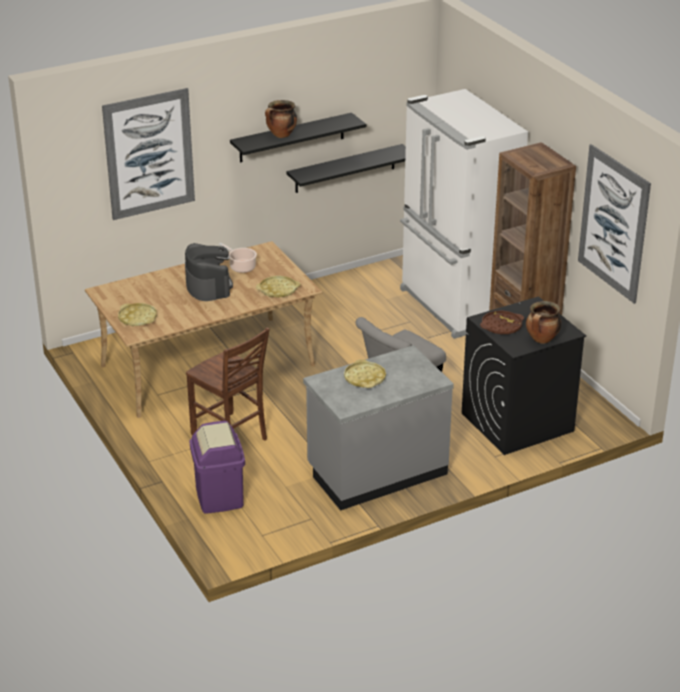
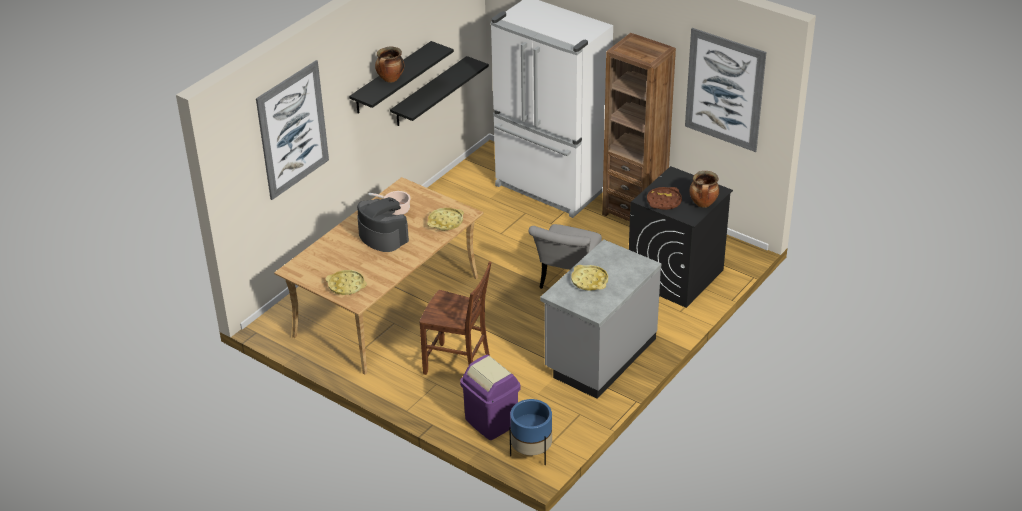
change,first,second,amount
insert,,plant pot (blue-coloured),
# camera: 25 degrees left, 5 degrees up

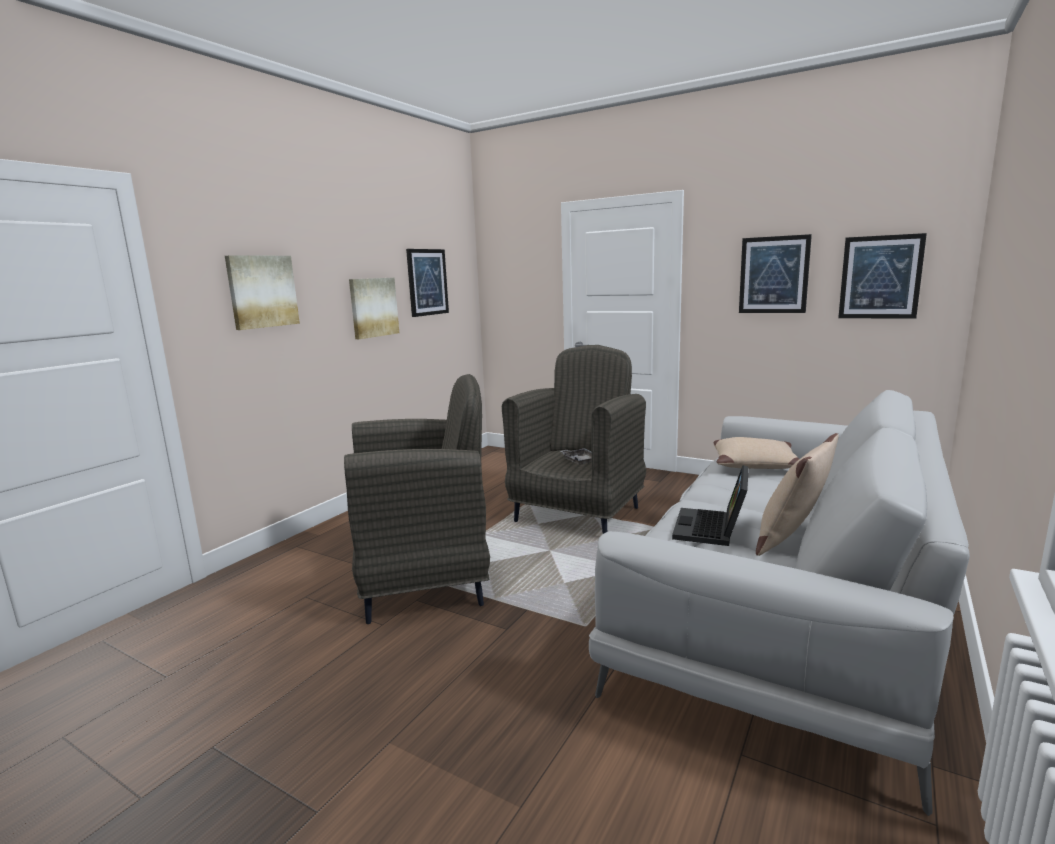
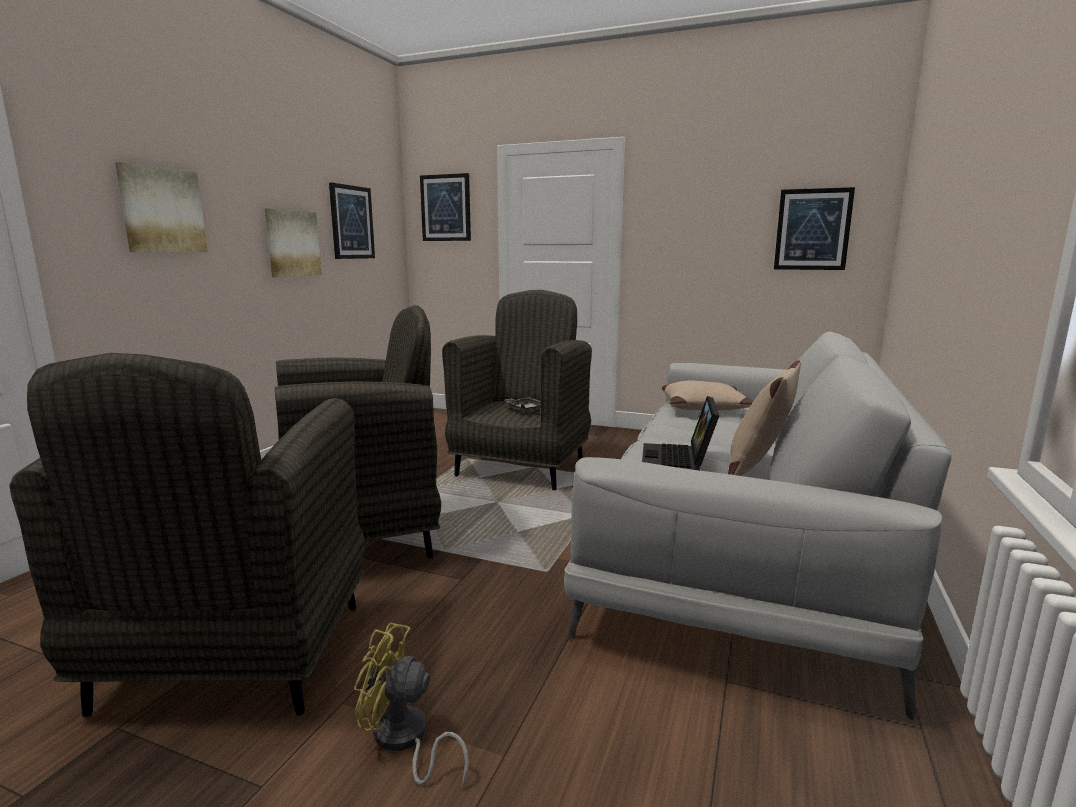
change,first,second,amount
move,picture (4th from left),,
insert,,armchair (gray) (1st from left),
insert,,fan (yellow),
# camera: 10 degrees left, 0 degrees up

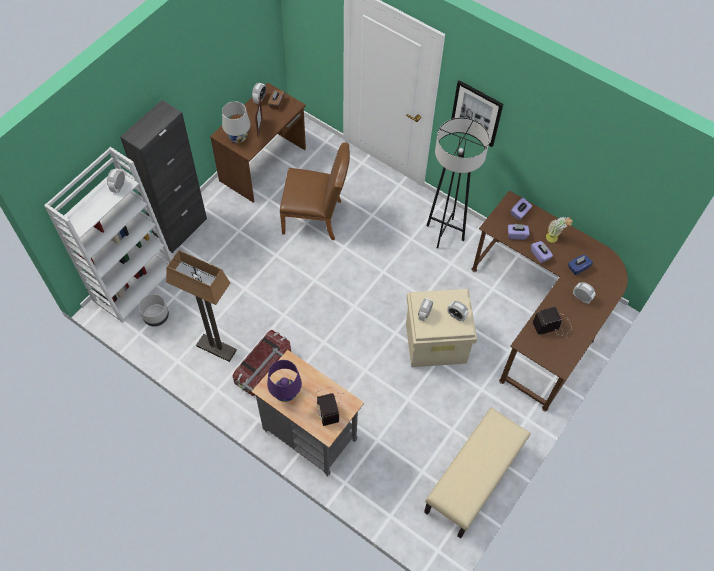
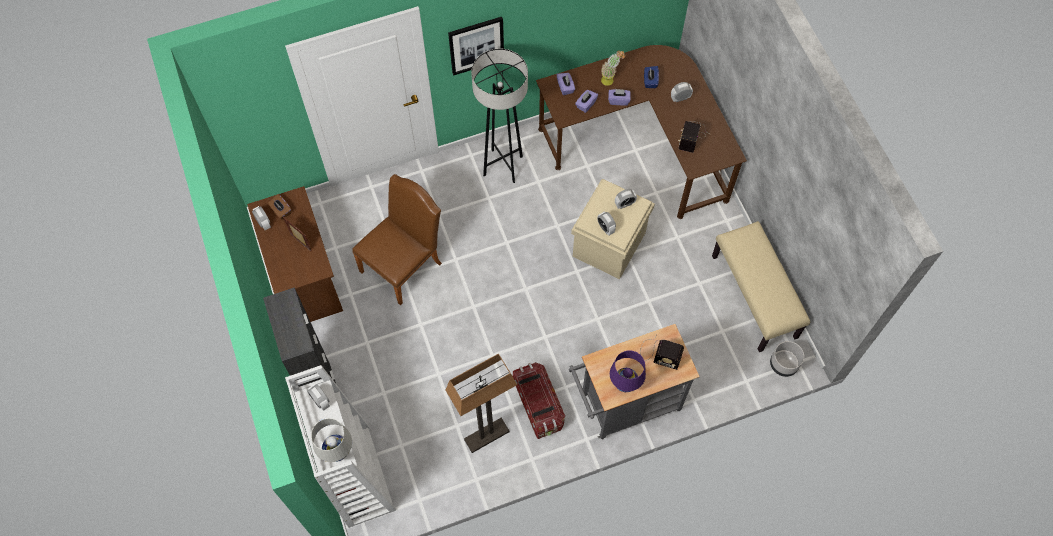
change,first,second,amount
move,plant pot (gray),,
move,tabletop lamp (whitish),,
# camera: 55 degrees left, 5 degrees up

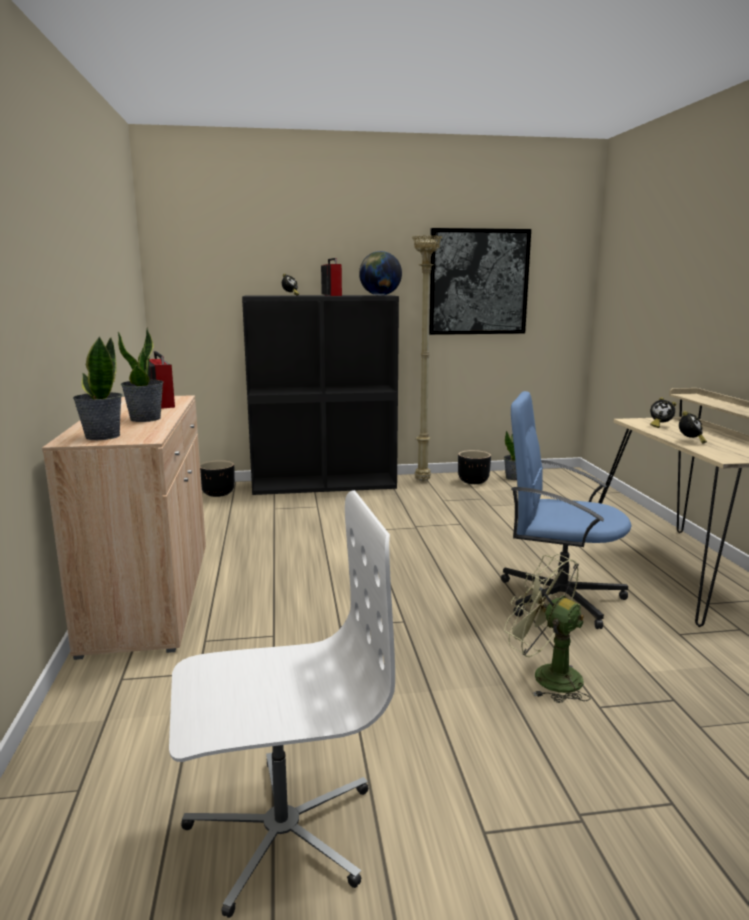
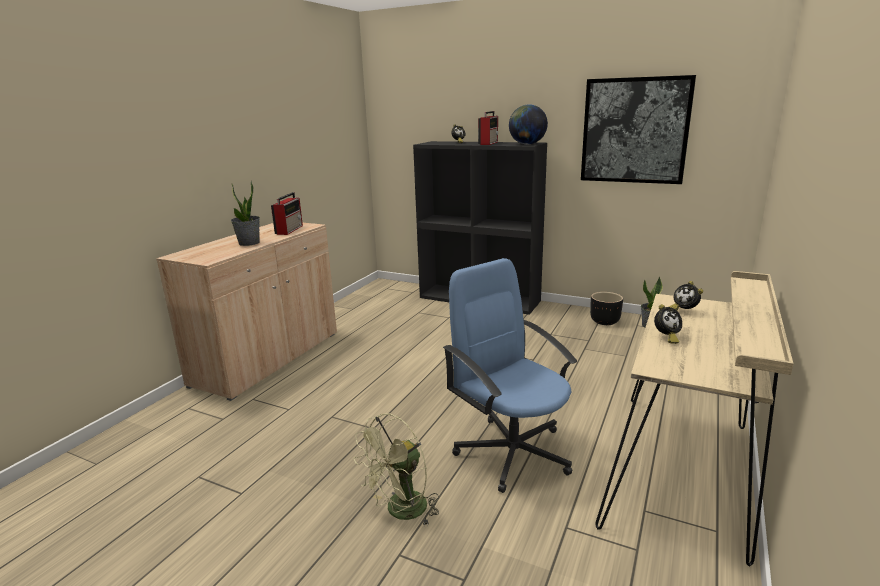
change,first,second,amount
delete,plant in a pot (1st from left),,
delete,computer chair (whitish),,
delete,plant pot (blackish) (1st from left),,
delete,standing lamp (beige-coloured),,
rotate,fan (green-coloured),,120 degrees counterclockwise
# camera: 35 degrees right, 5 degrees up

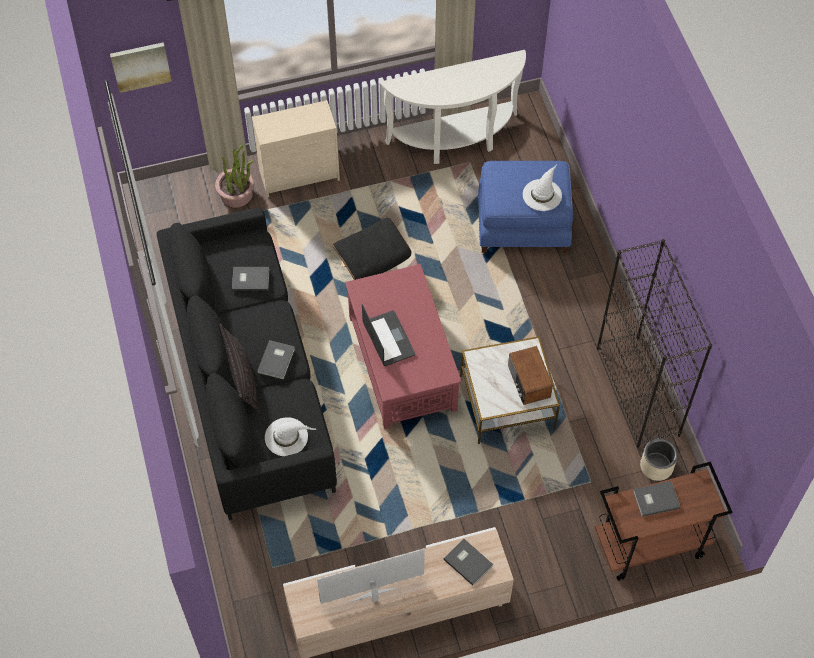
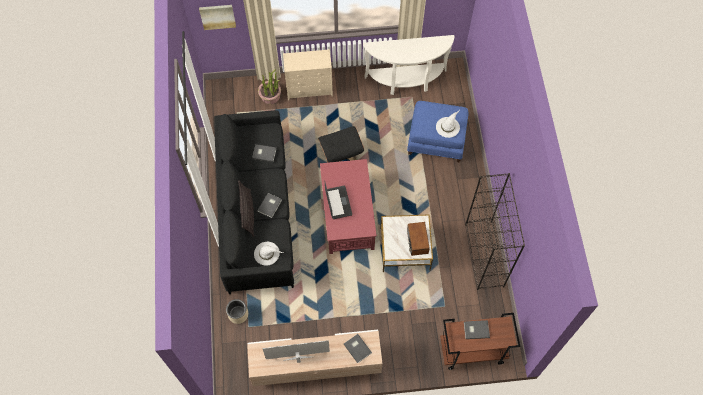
change,first,second,amount
move,plant pot (beige-coloured),,
# camera: 10 degrees right, 5 degrees up

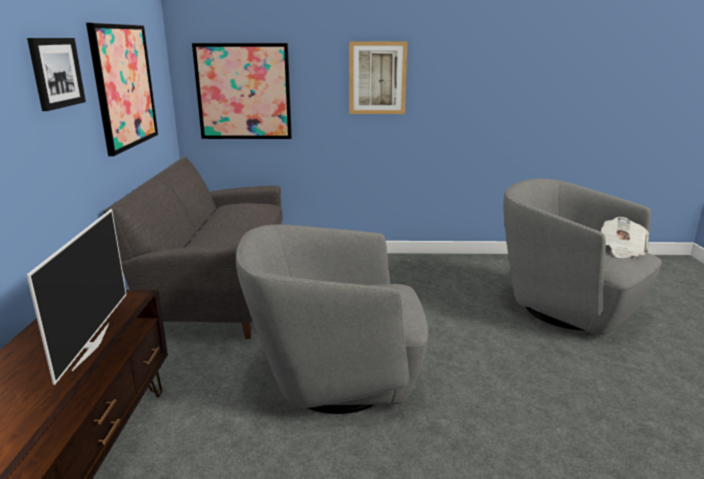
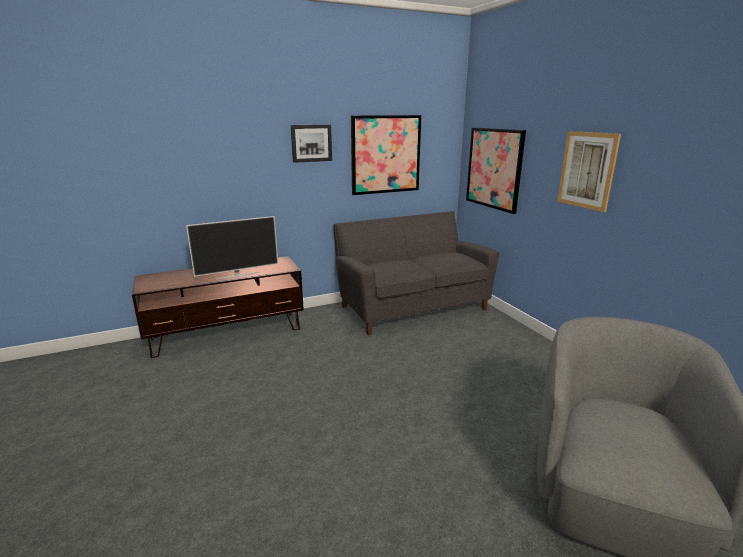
change,first,second,amount
delete,armchair (gray) (1st from left),,
delete,newspaper,,
# camera: 65 degrees right, 0 degrees up

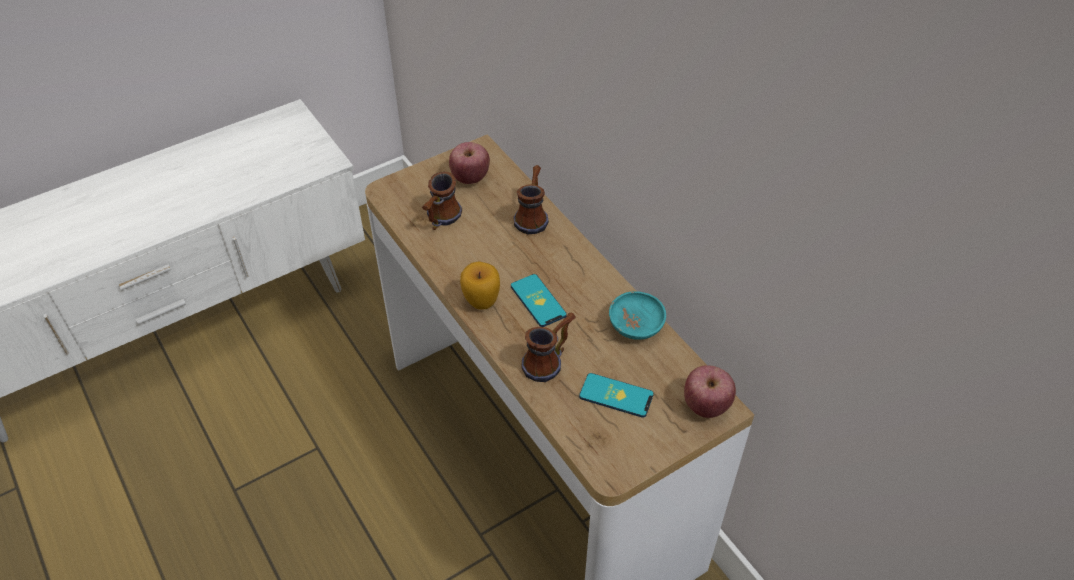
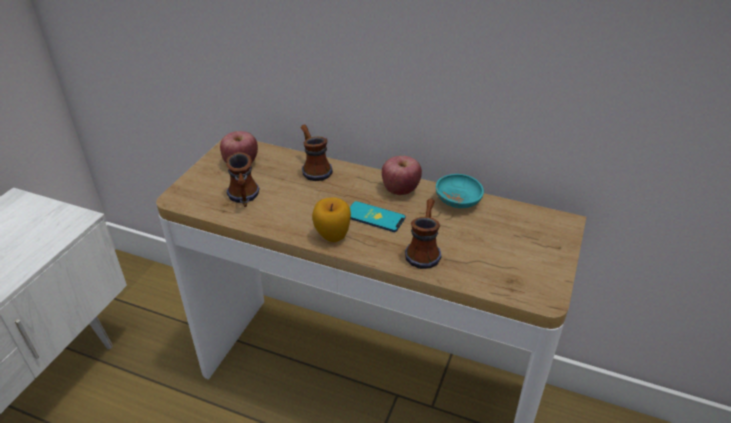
change,first,second,amount
delete,telephone (2nd from left),,
move,whole apple (3rd from left),,
# camera: 35 degrees left, 10 degrees down

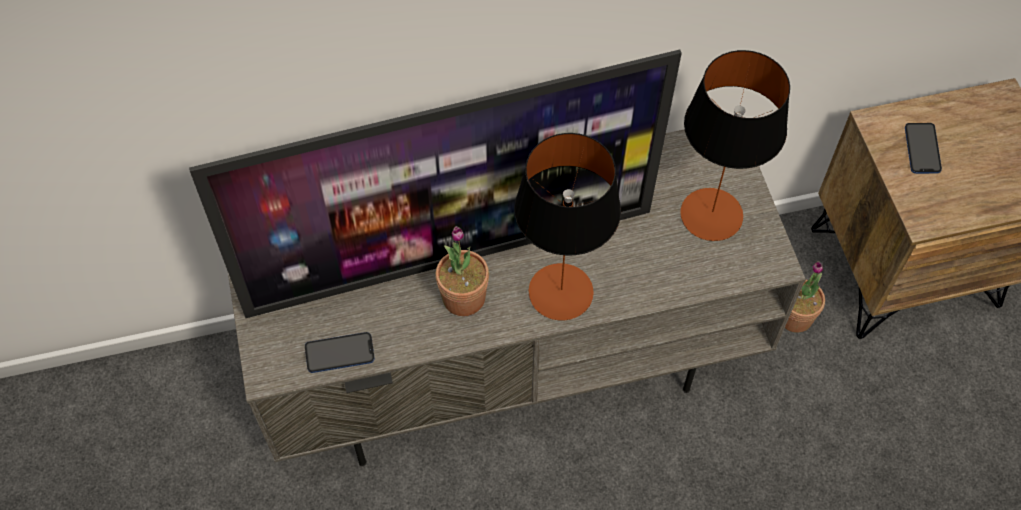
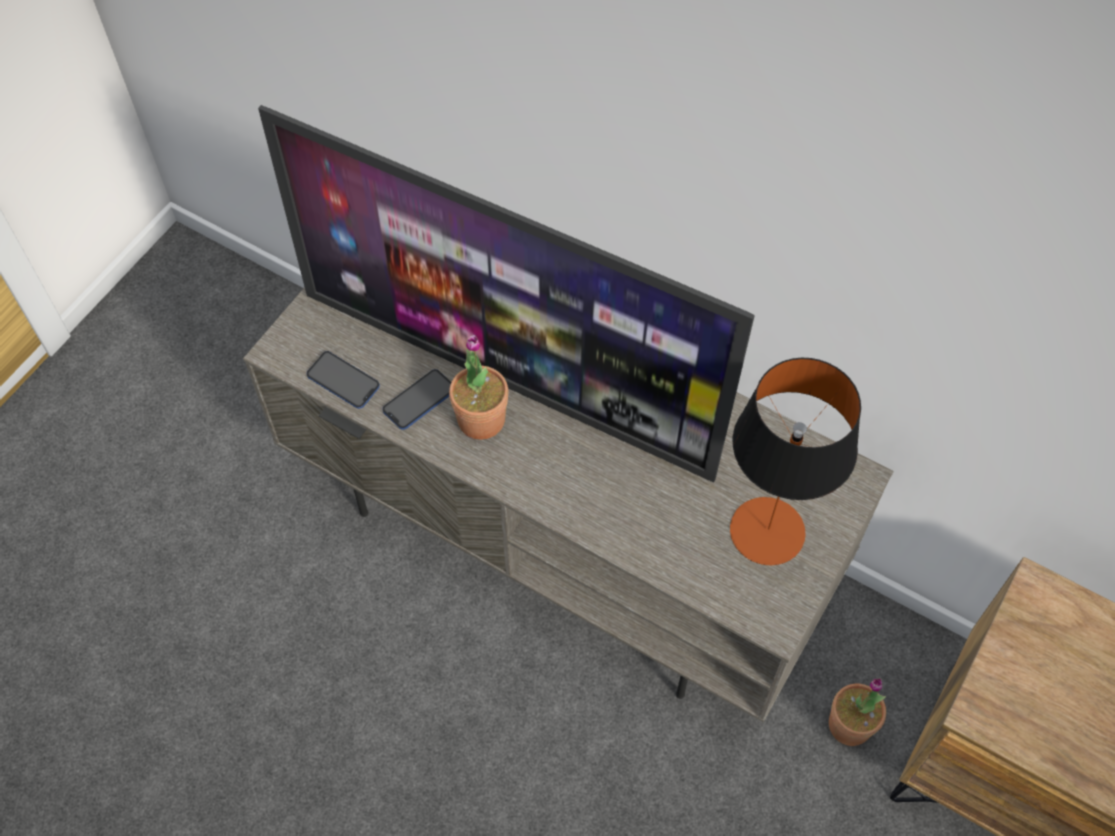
change,first,second,amount
delete,tabletop lamp (1st from left),,
move,telephone (2nd from left),,
# camera: 45 degrees right, 0 degrees up

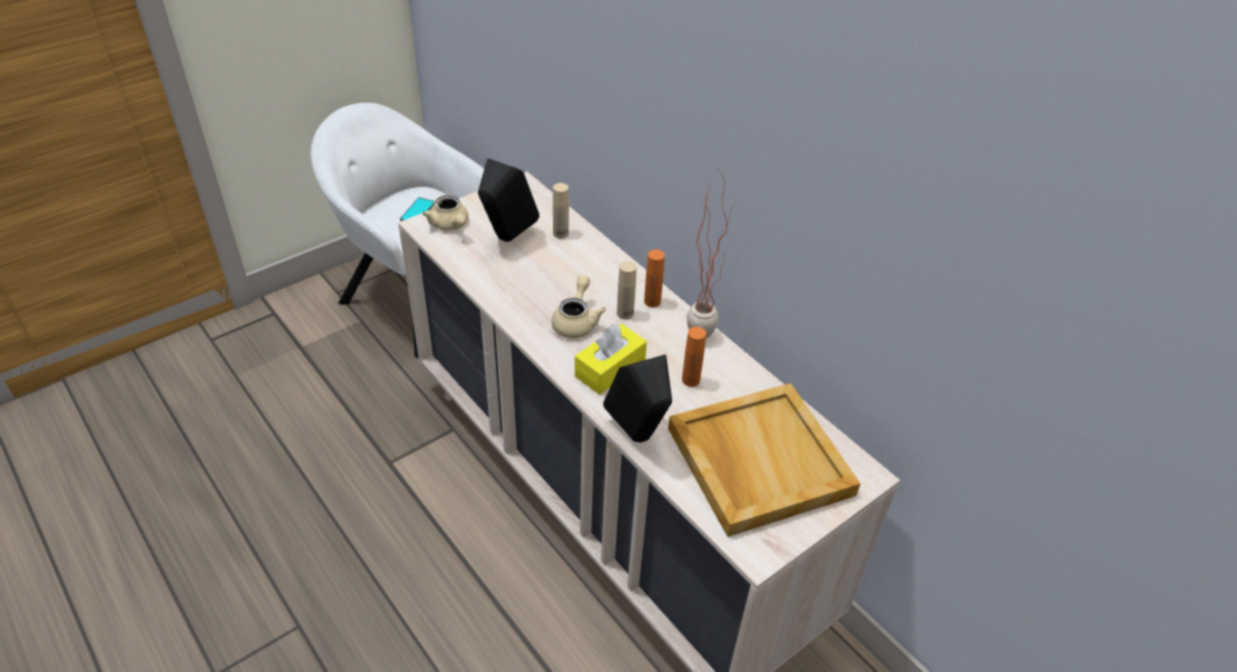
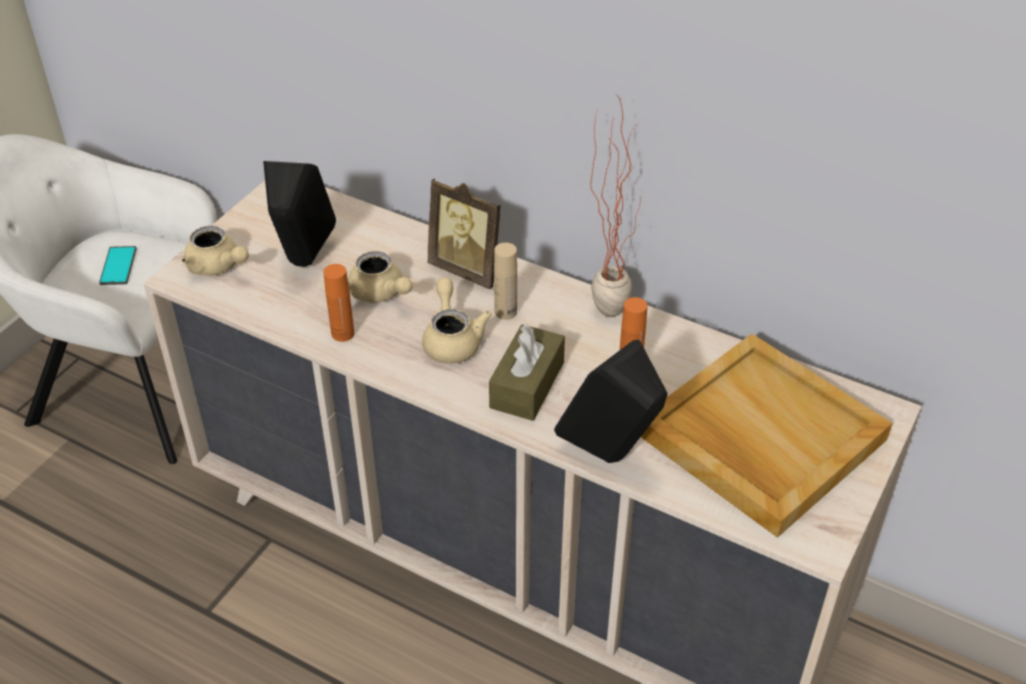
change,first,second,amount
delete,drink bottle (beige-coloured) (1st from left),,
recolor,box of tissues (yellow),box of tissues (brownish),
move,drink bottle (orange-coloured) (1st from left),,
insert,,pot for tea (beige-coloured) (2nd from left),
insert,,picture frame,
# camera: 20 degrees left, 0 degrees up

